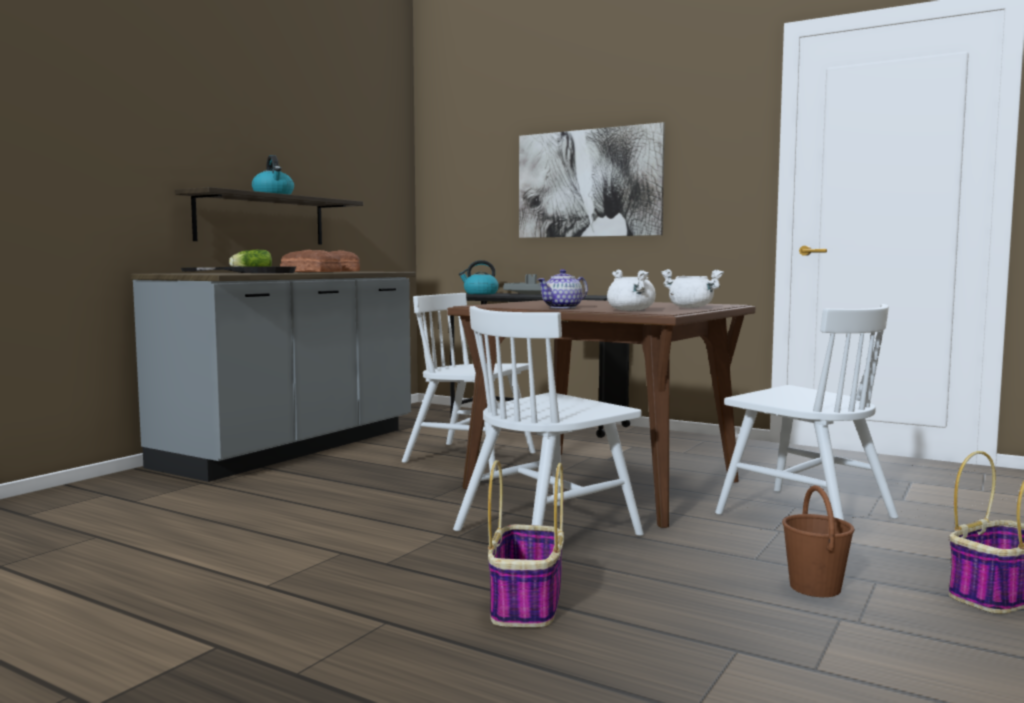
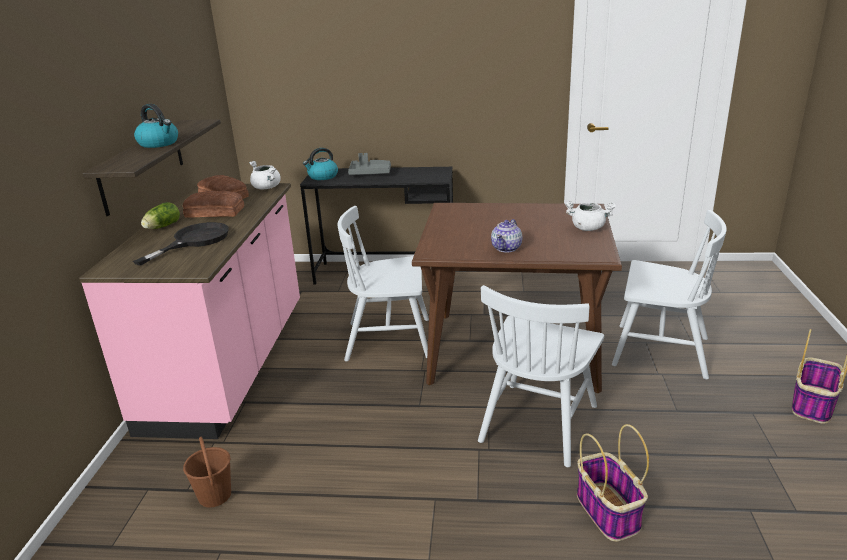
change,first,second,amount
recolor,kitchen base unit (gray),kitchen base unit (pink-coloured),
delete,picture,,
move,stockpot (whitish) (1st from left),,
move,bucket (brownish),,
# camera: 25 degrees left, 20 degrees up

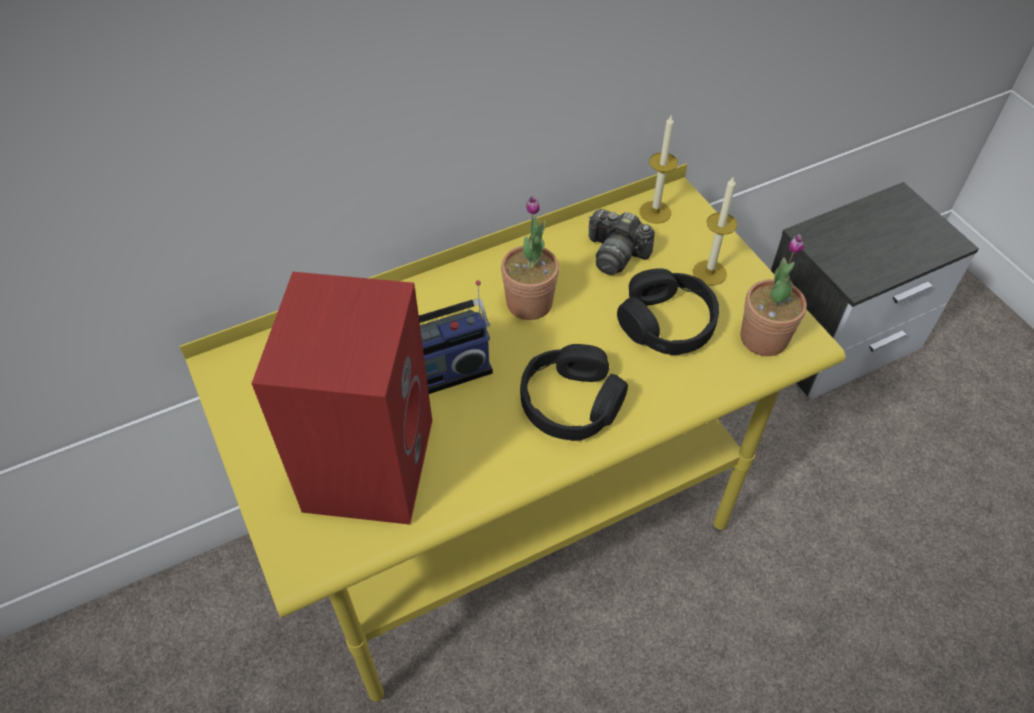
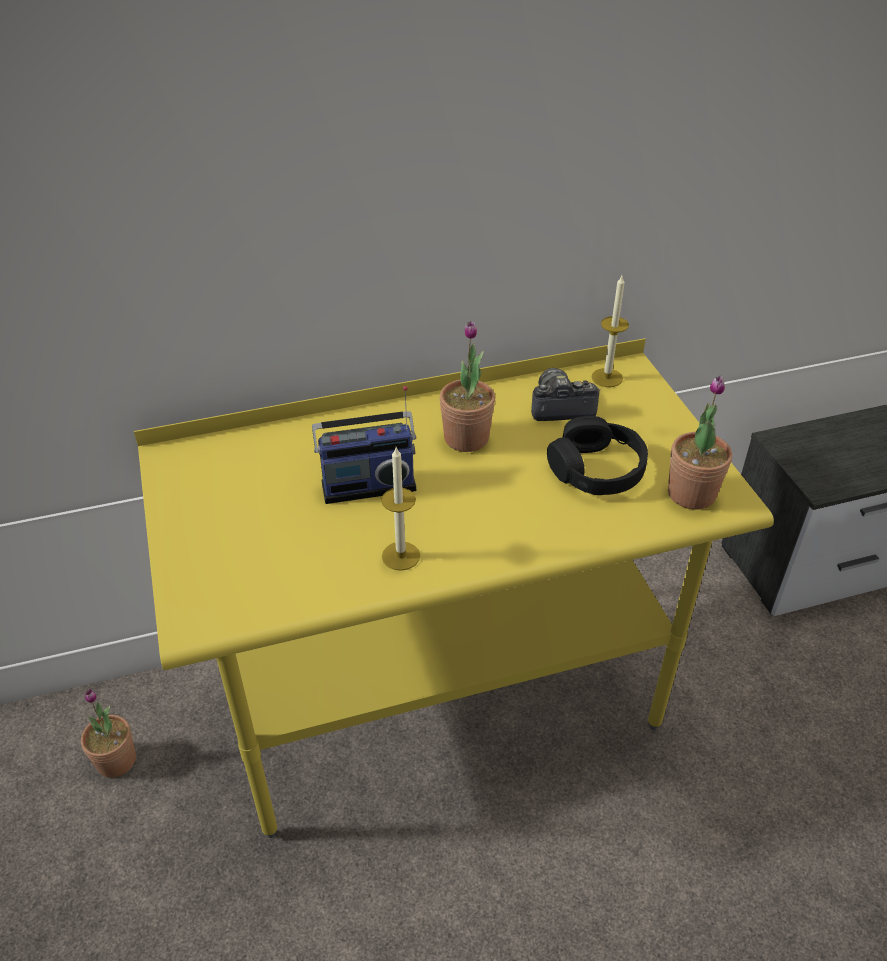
change,first,second,amount
delete,audio speaker (red-coloured),,
delete,headset (blackish) (1st from left),,
rotate,still camera,,135 degrees clockwise
move,wax light (2nd from left in the first image),wax light (1st from left),
insert,,plant in a pot (1st from left),
# camera: 10 degrees right, 10 degrees down

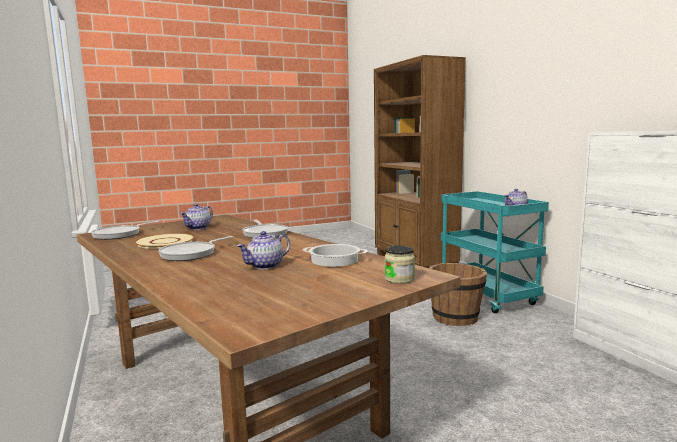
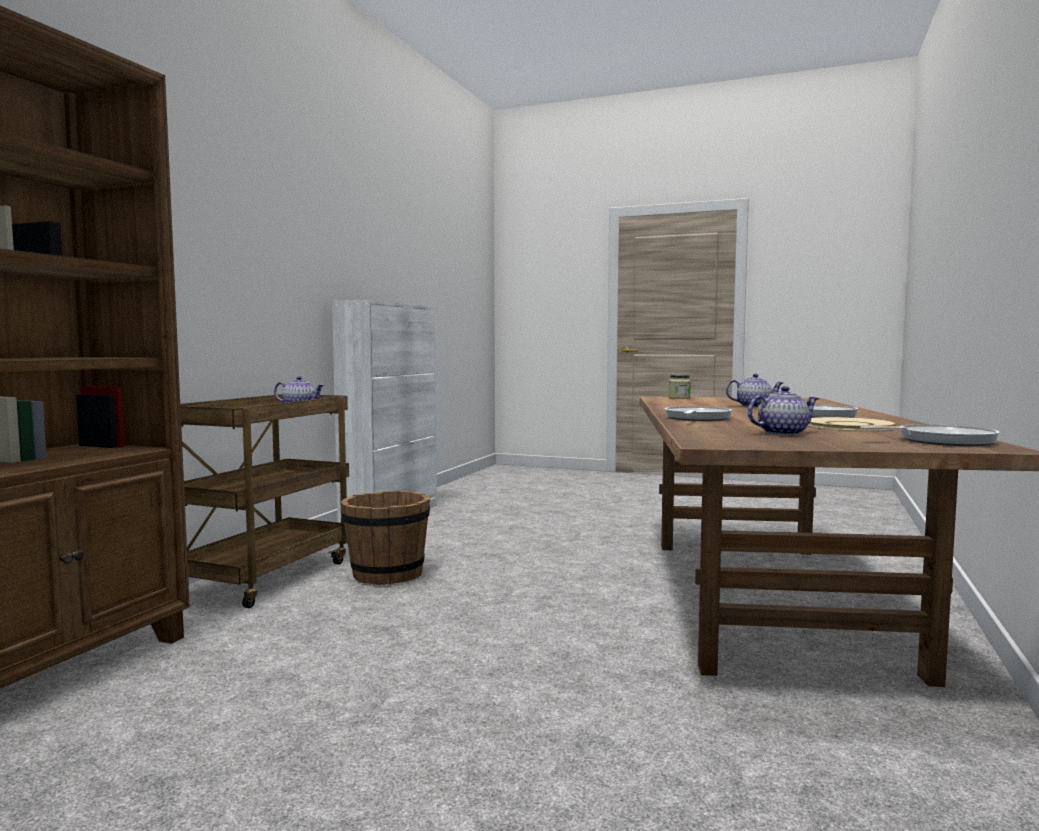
change,first,second,amount
delete,stockpot,,
recolor,cart (blue-green),cart (brownish),
# camera: 135 degrees left, 5 degrees down

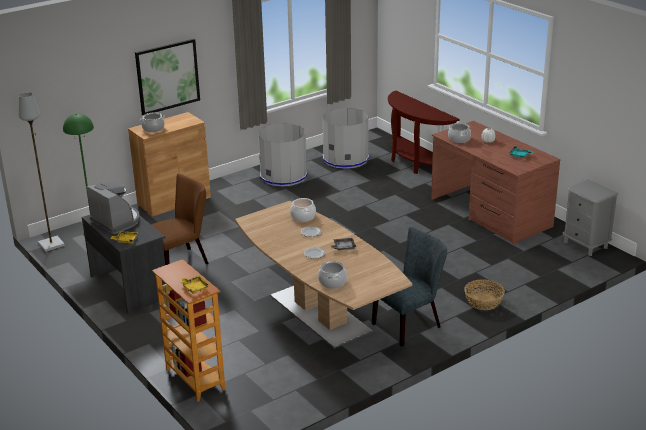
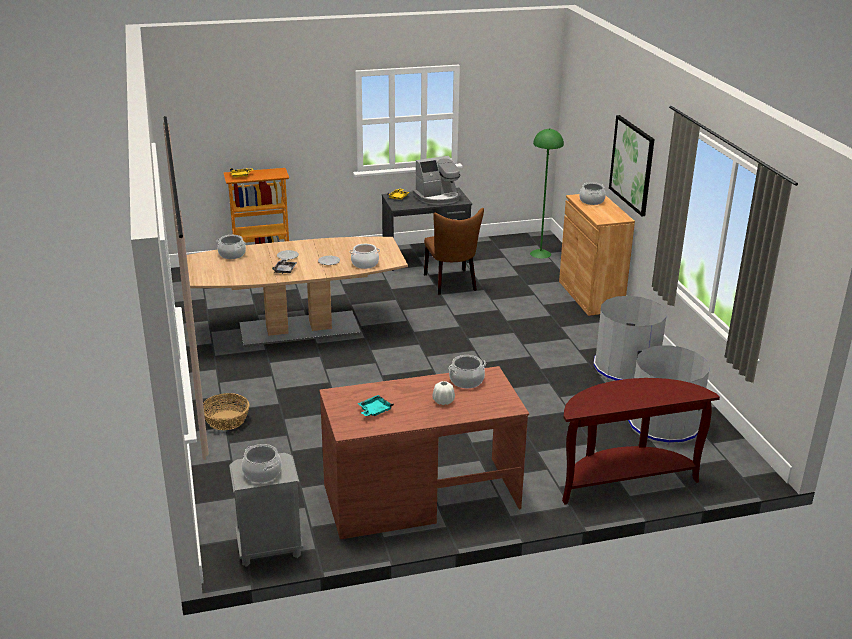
change,first,second,amount
delete,standing lamp (gray),,
delete,upright chair (gray),,
insert,,stockpot (2nd from left),
# camera: 110 degrees right, 0 degrees up

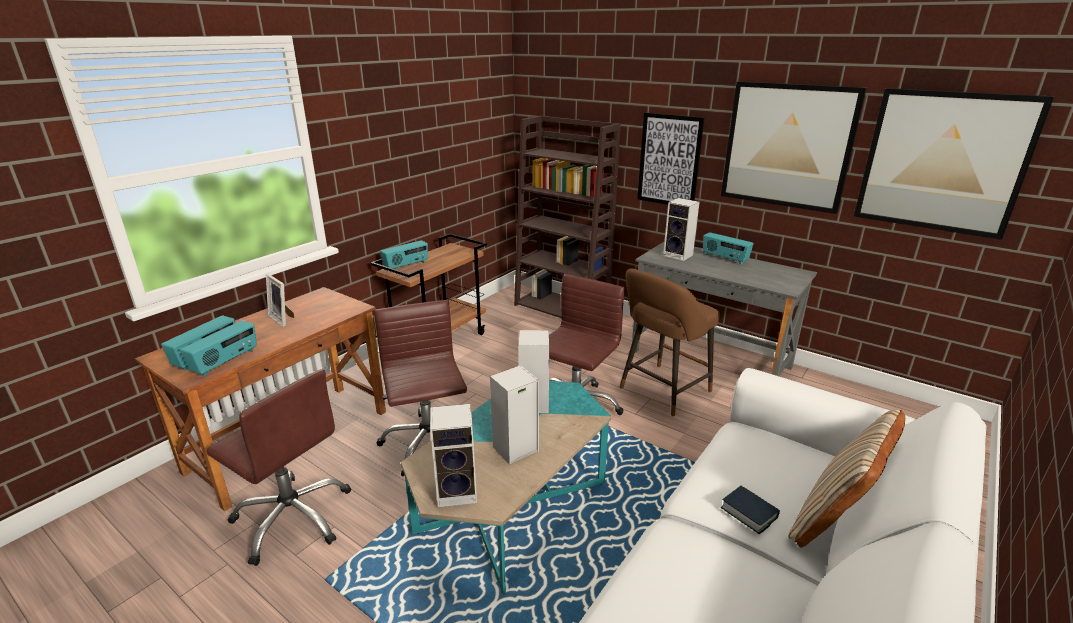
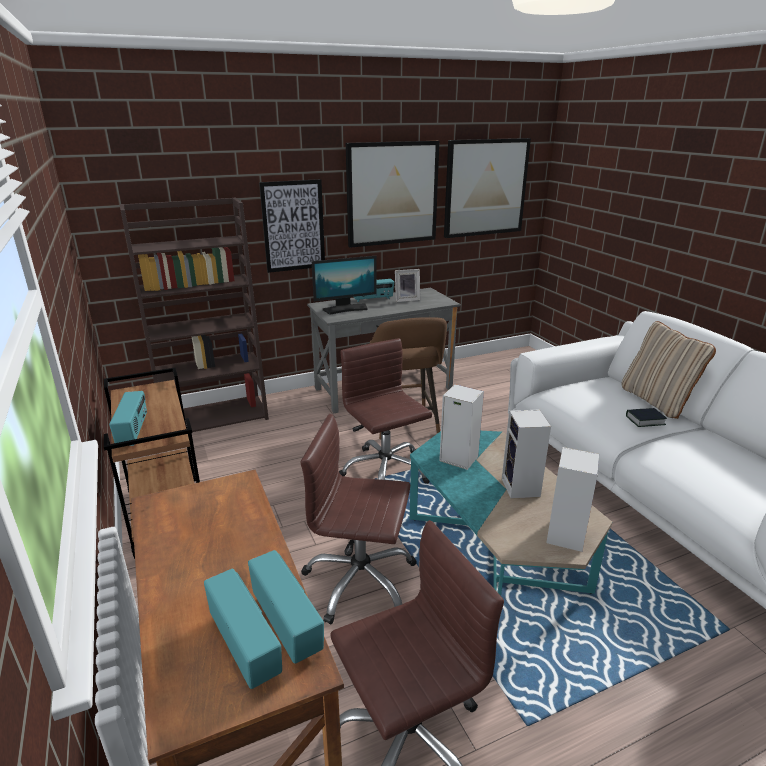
change,first,second,amount
move,picture frame,,
replace,audio speaker (4th from left),computer screen,
# camera: 60 degrees left, 0 degrees up

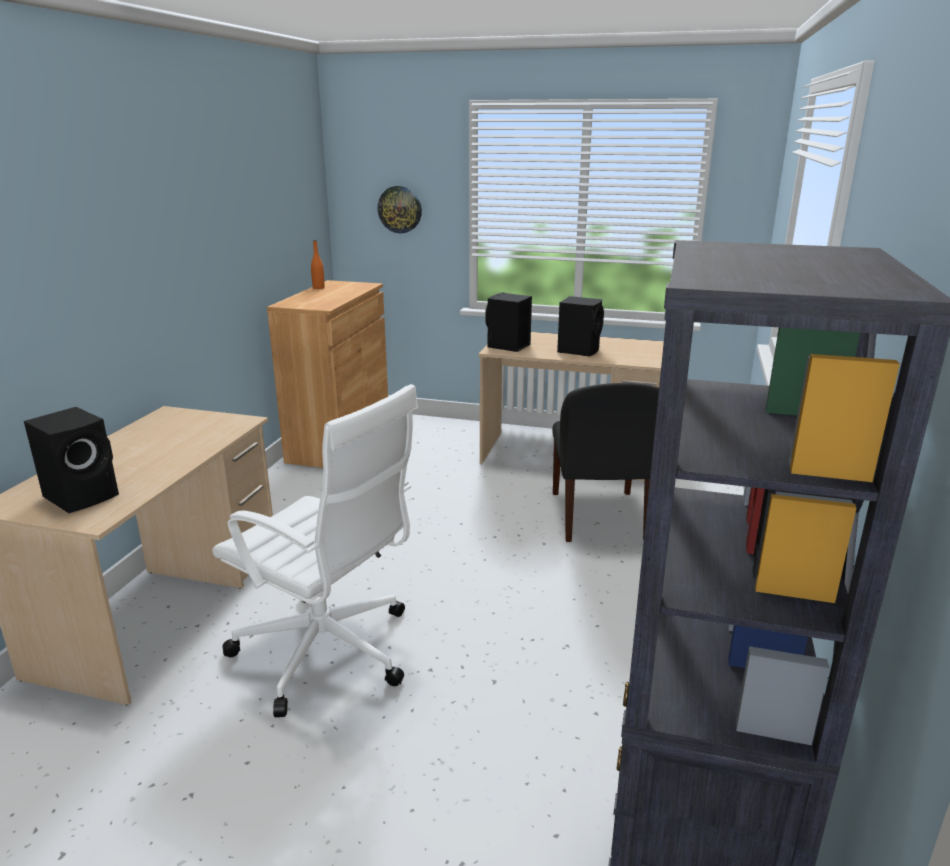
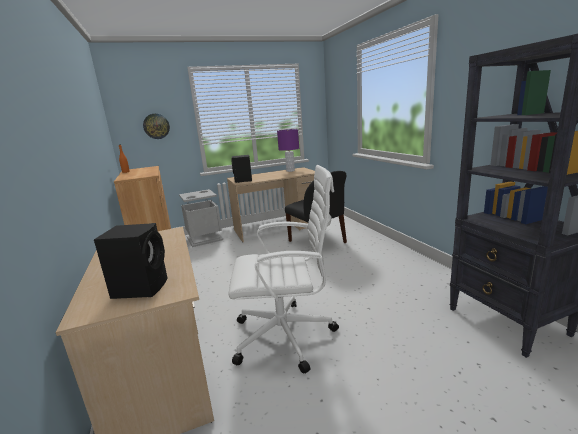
change,first,second,amount
delete,audio speaker (blackish) (3rd from left),,
insert,,waste bin (gray),
insert,,tabletop lamp (purplish),
# camera: 35 degrees left, 5 degrees down

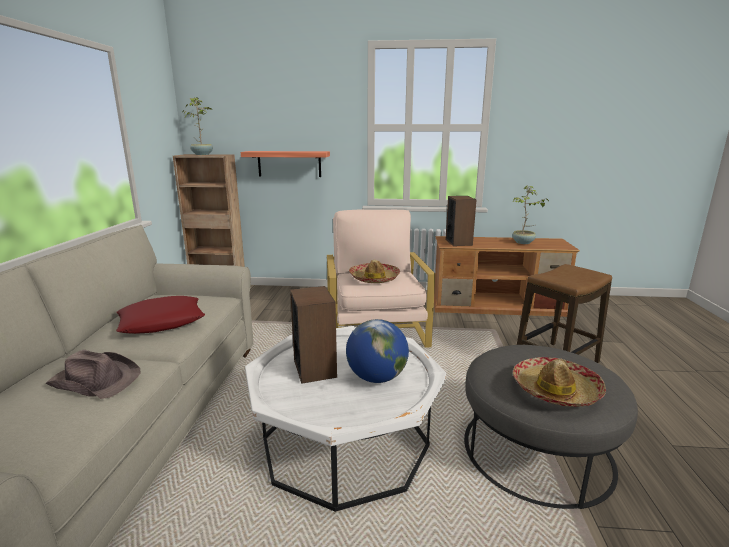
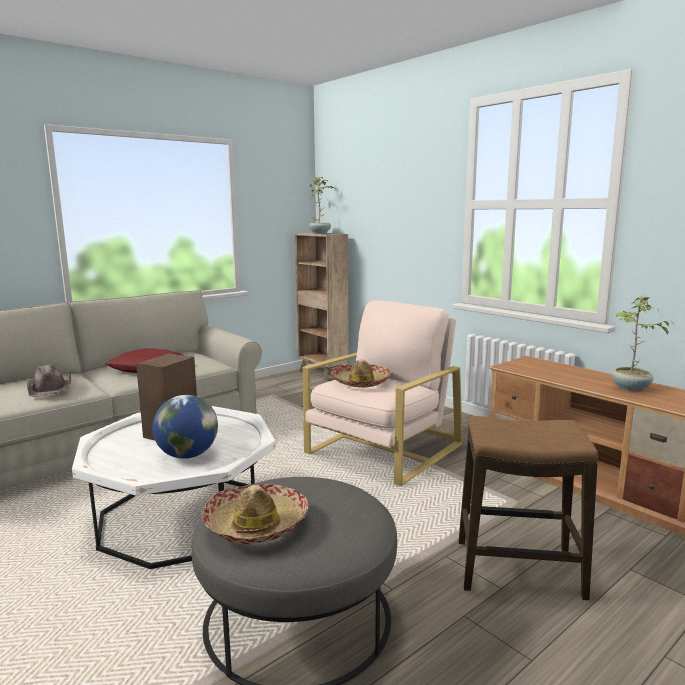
change,first,second,amount
delete,wall shelf,,
delete,audio speaker (2nd from left),,
# camera: 45 degrees right, 5 degrees down

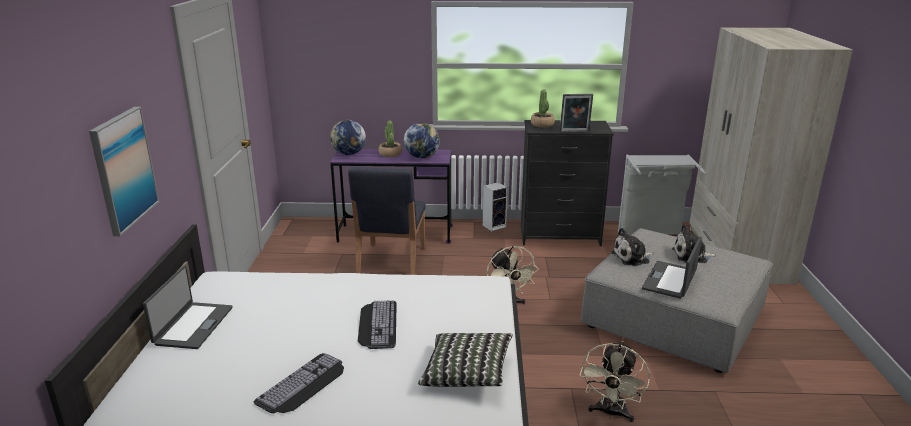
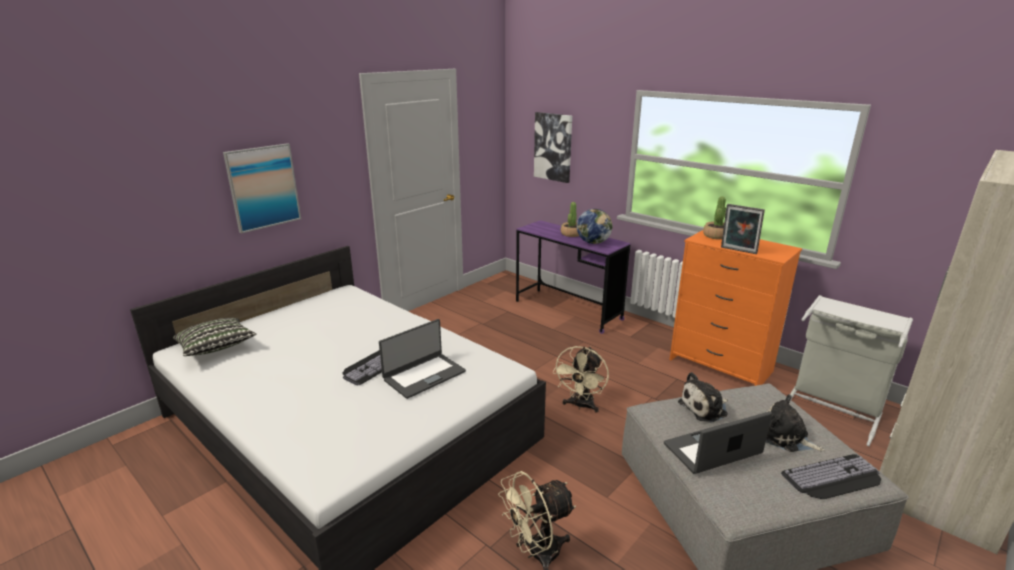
change,first,second,amount
move,notebook computer (1st from left),,
move,PC keyboard (1st from left in the first image),PC keyboard (2nd from left),
delete,globe (1st from left),,
delete,upright chair (blue-coloured),,
move,throw pillow,,
delete,audio speaker,,
recolor,chest of drawers (blackish),chest of drawers (orange-coloured),
rotate,plush toy (1st from left),,45 degrees counterclockwise
insert,,picture (2nd from left),
# camera: 40 degrees right, 0 degrees up

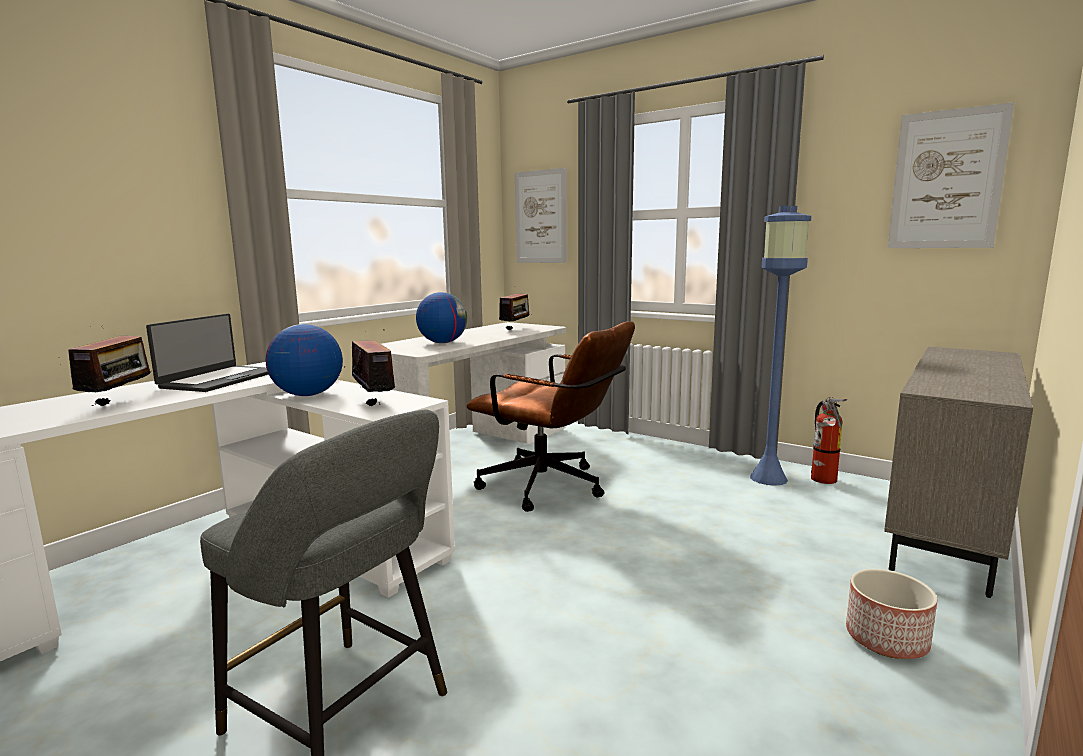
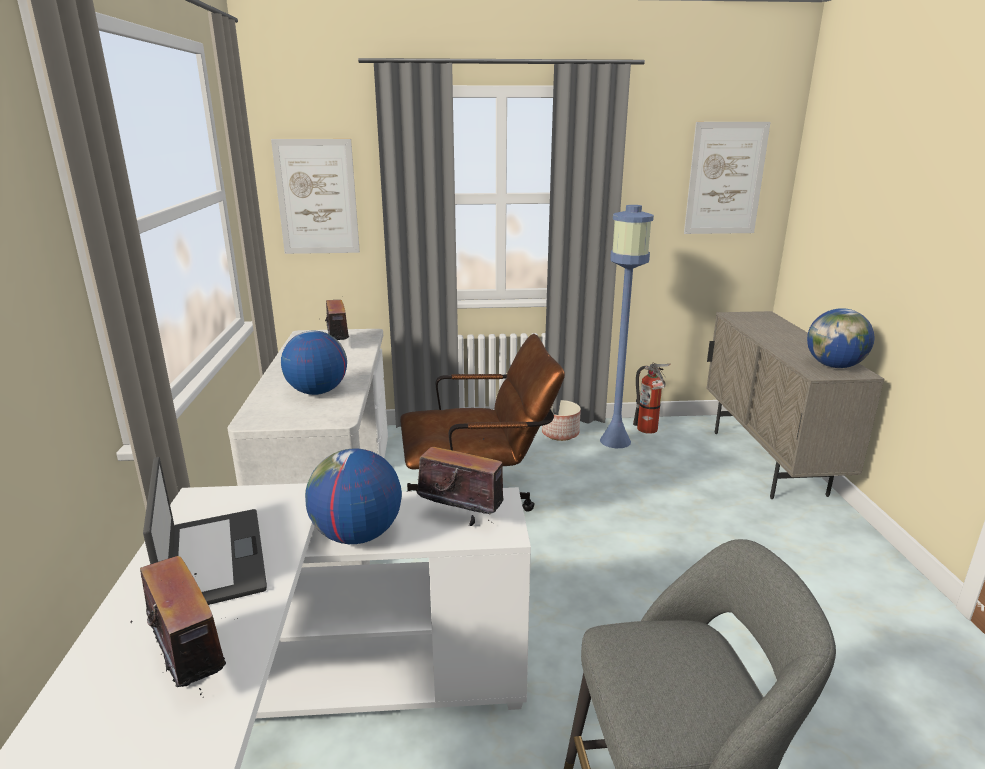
change,first,second,amount
move,plant pot,,
insert,,globe (3rd from left),
# camera: 40 degrees left, 10 degrees up

